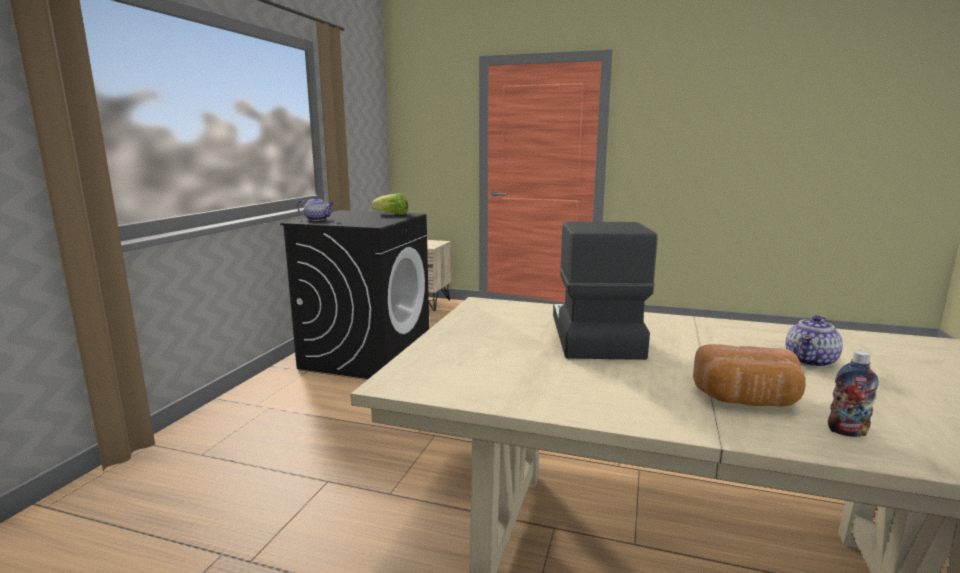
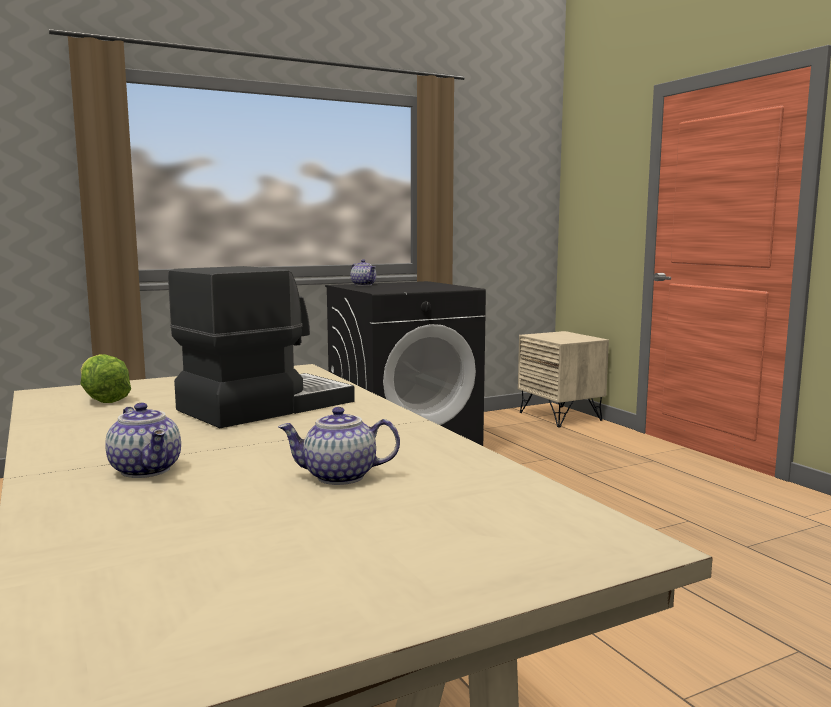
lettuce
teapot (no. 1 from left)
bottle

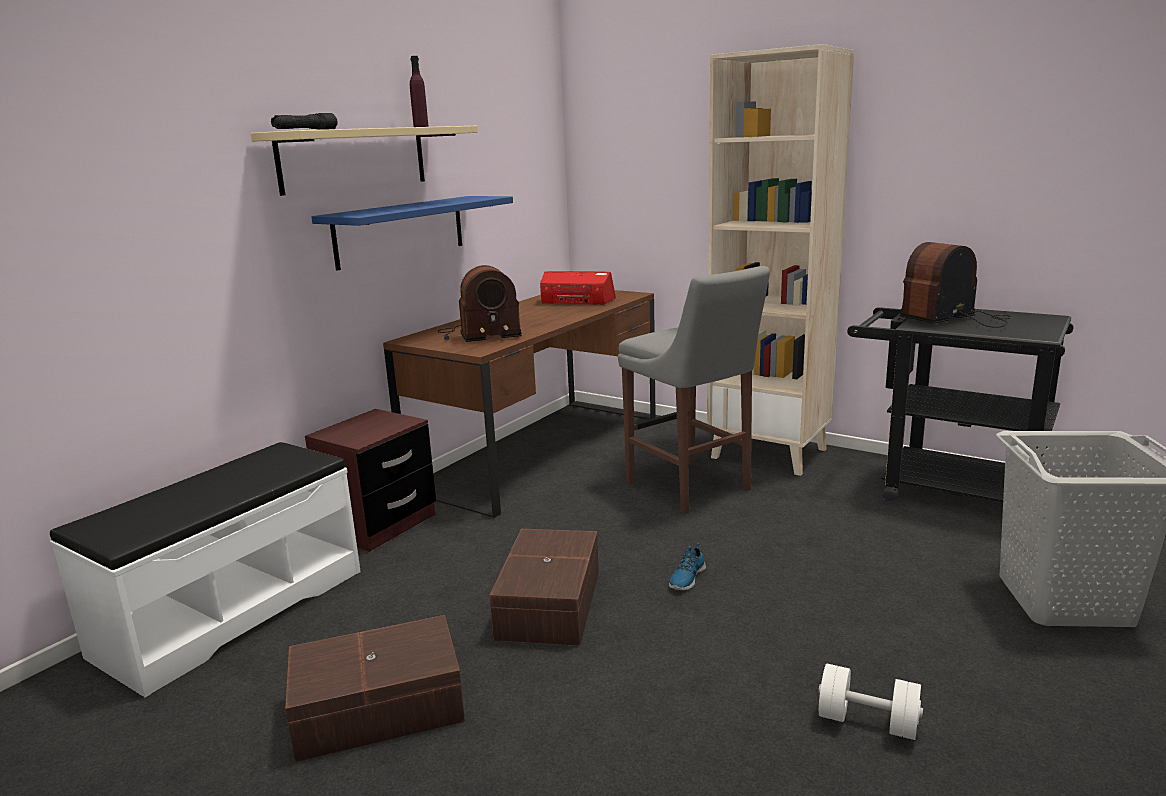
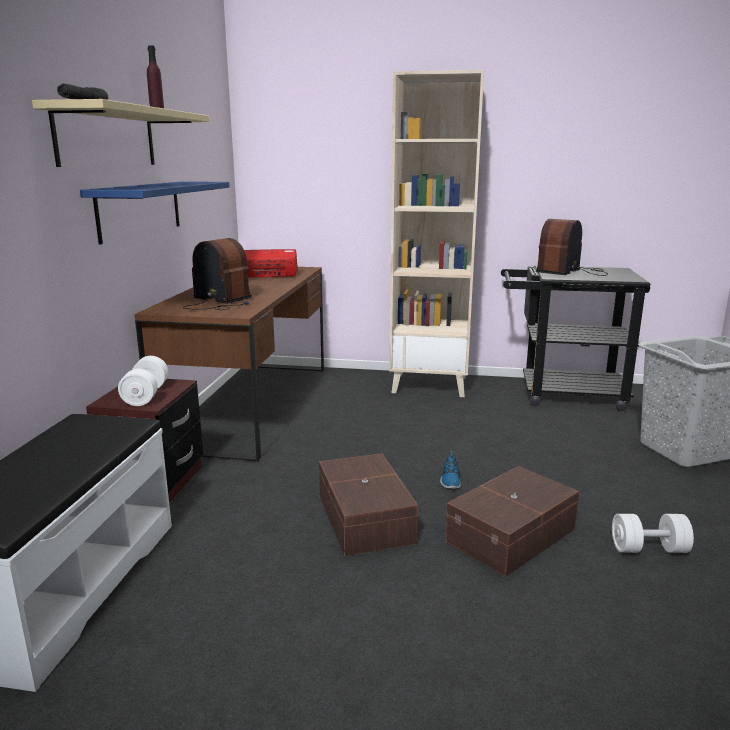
radio (no. 1 from left)
stool (grey)
storage box (brown) (no. 2 from left)
dumbbell (white) (no. 1 from left)

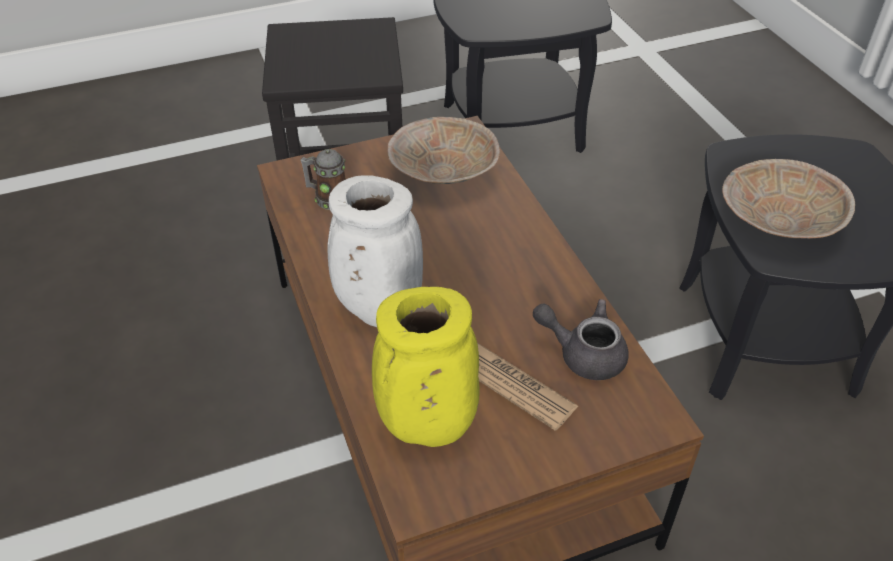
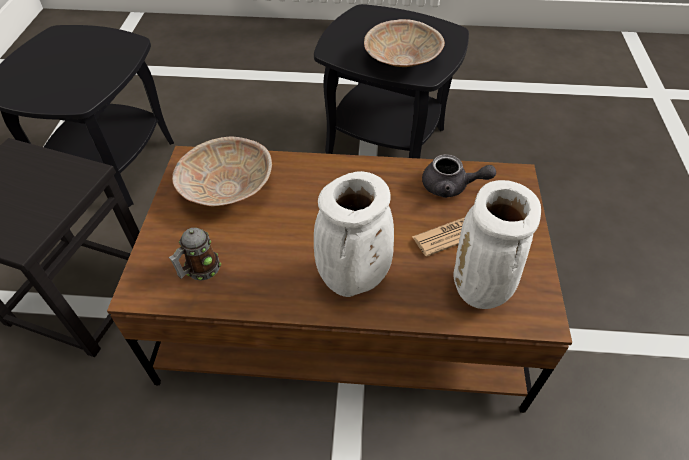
vase (white) (no. 2 from left)
teapot (grey)

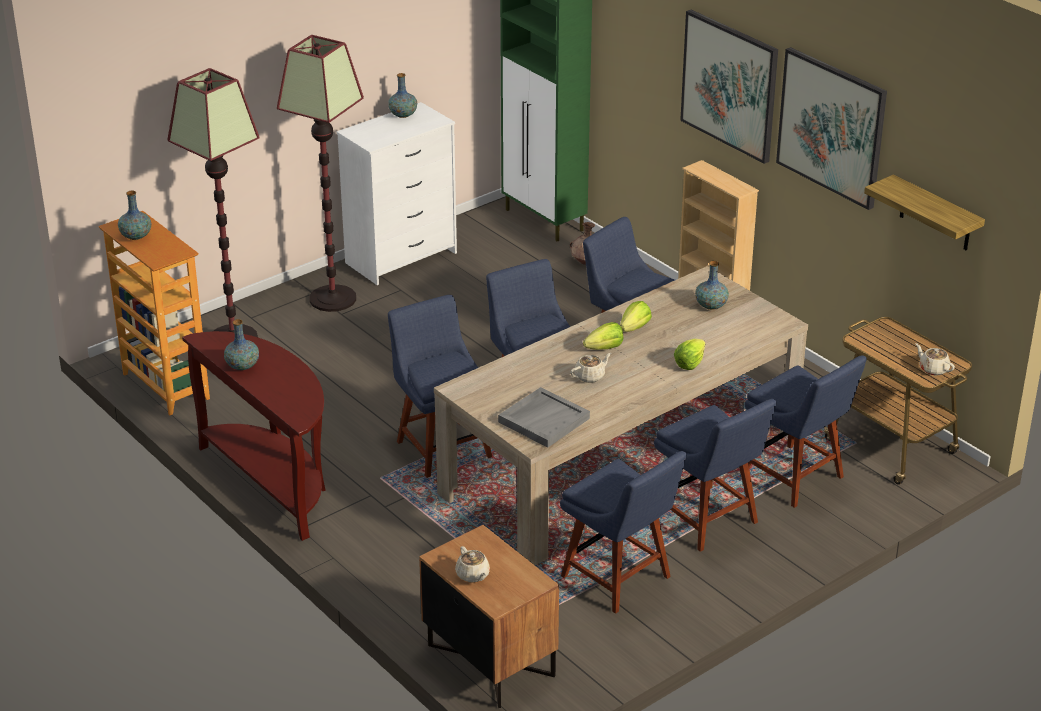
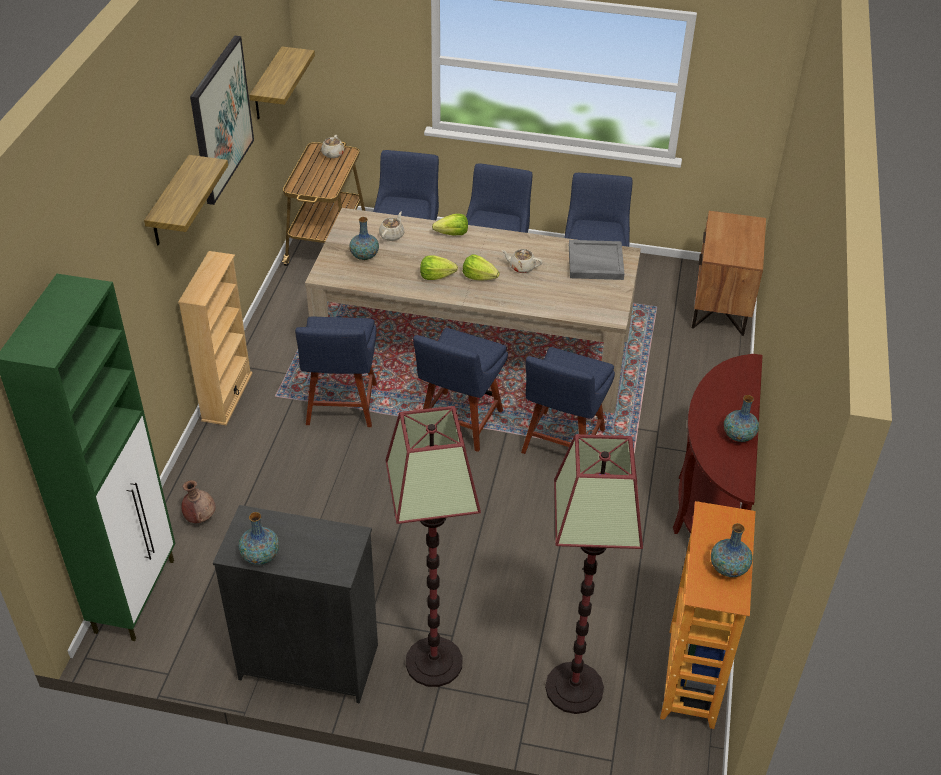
shelf (no. 1 from left)
dresser (black)
teapot (beige) (no. 2 from left)

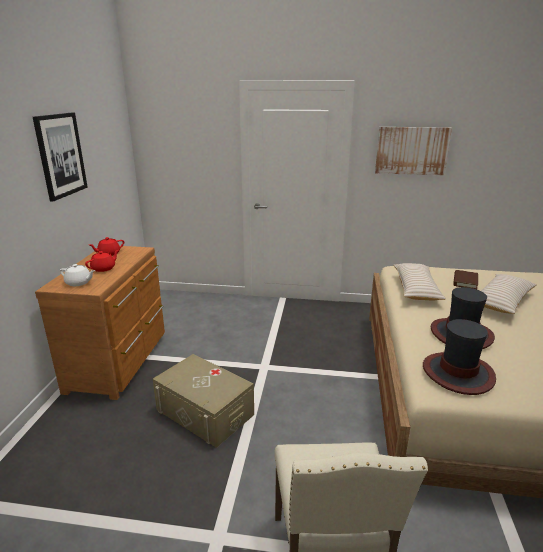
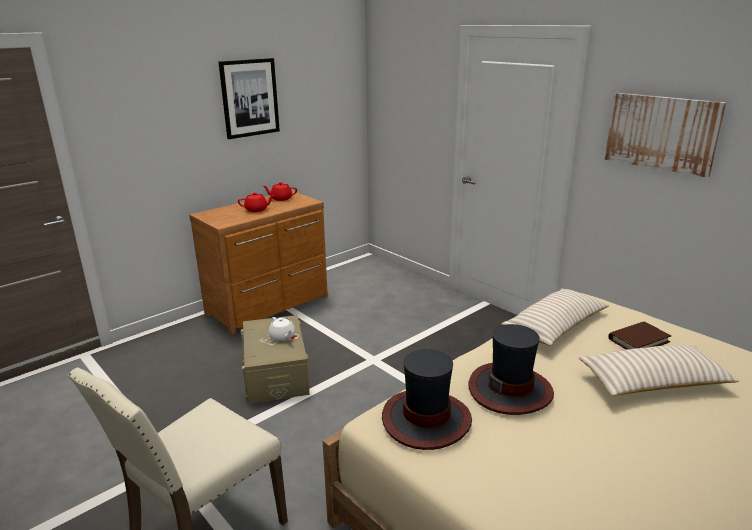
teapot (white)

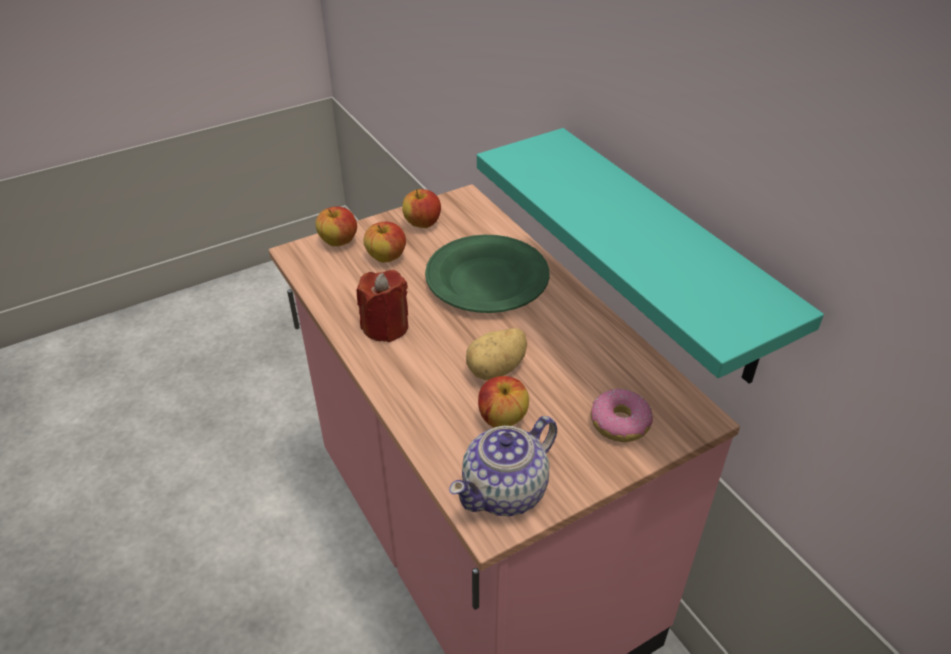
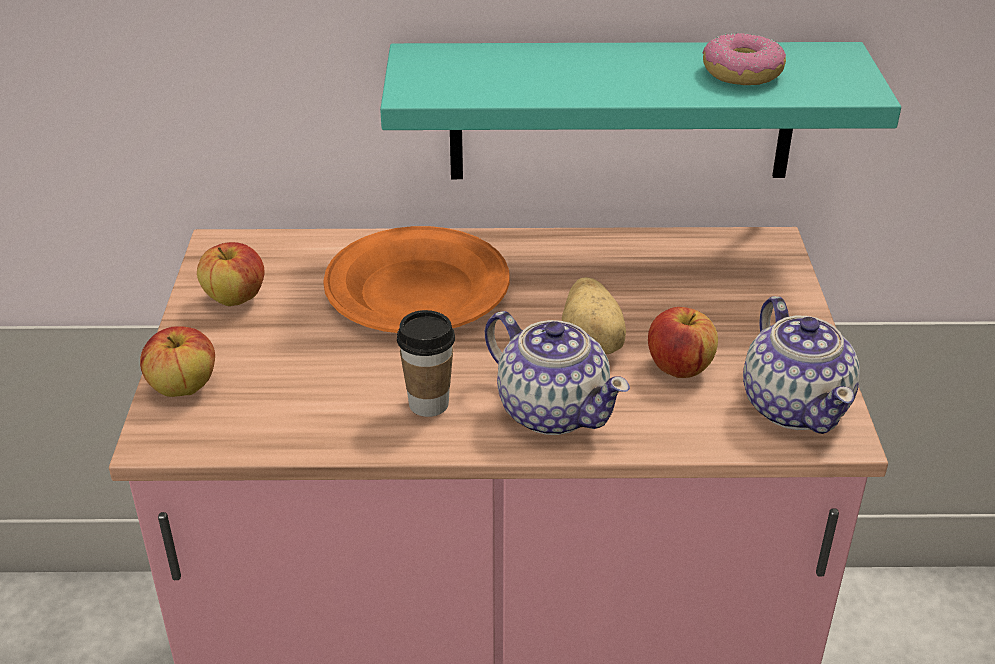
apple (no. 2 from left in the first image)
plate (orange)
cup
donut
teapot (no. 1 from left)

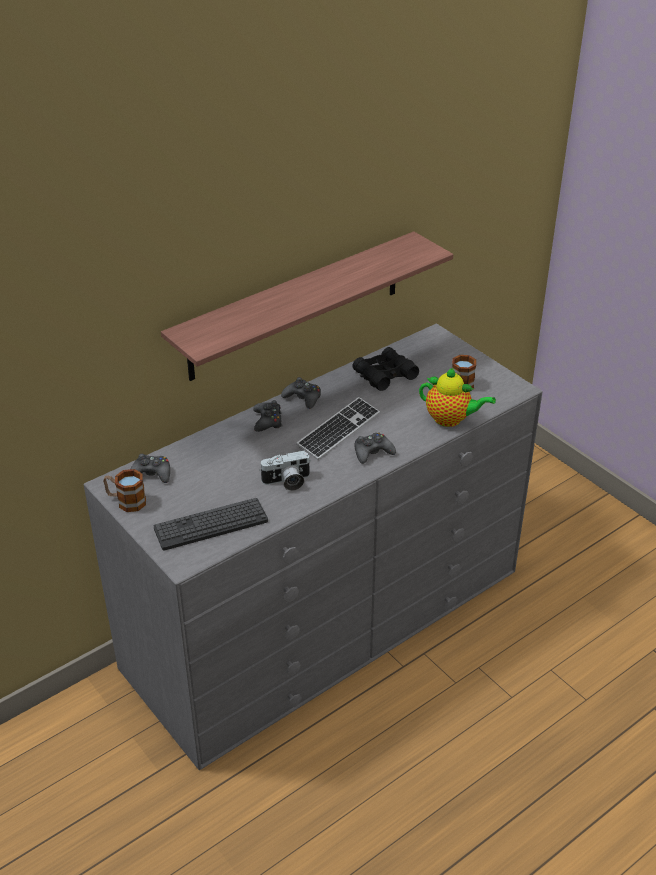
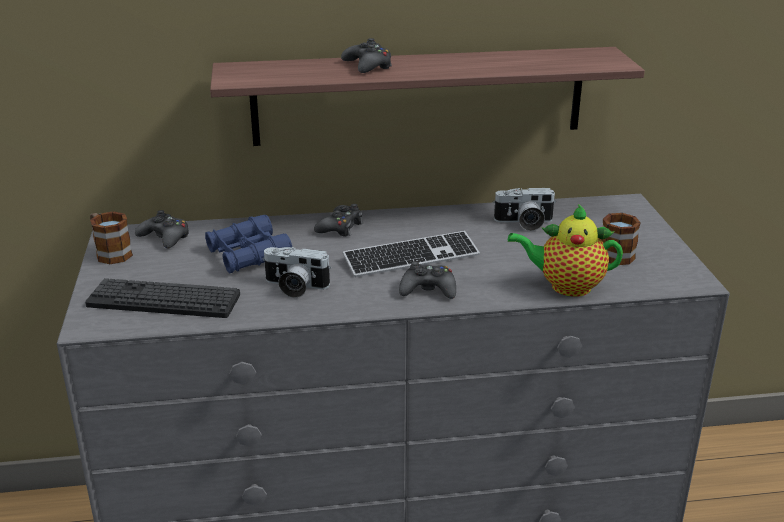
photo camera (no. 2 from left)
teapot
game controller (black) (no. 3 from left)
binoculars (blue)

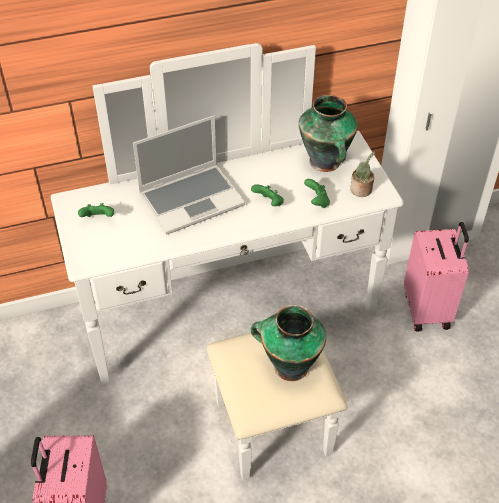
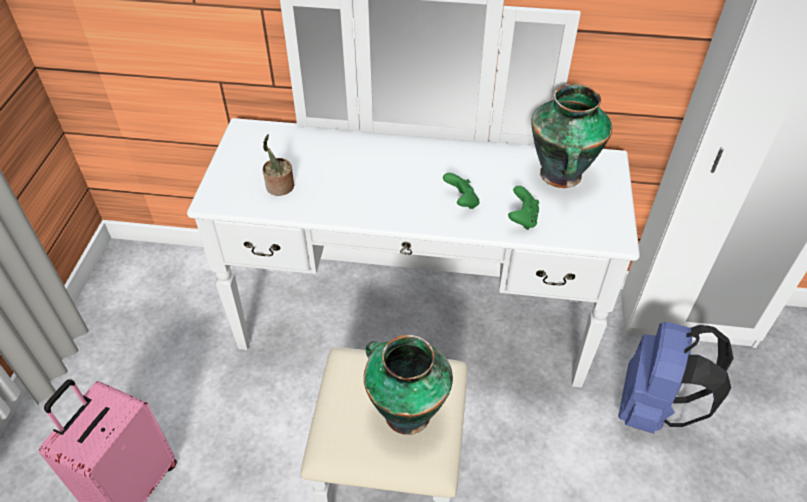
laptop
potted plant
game controller (green) (no. 1 from left in the first image)
backpack (blue)

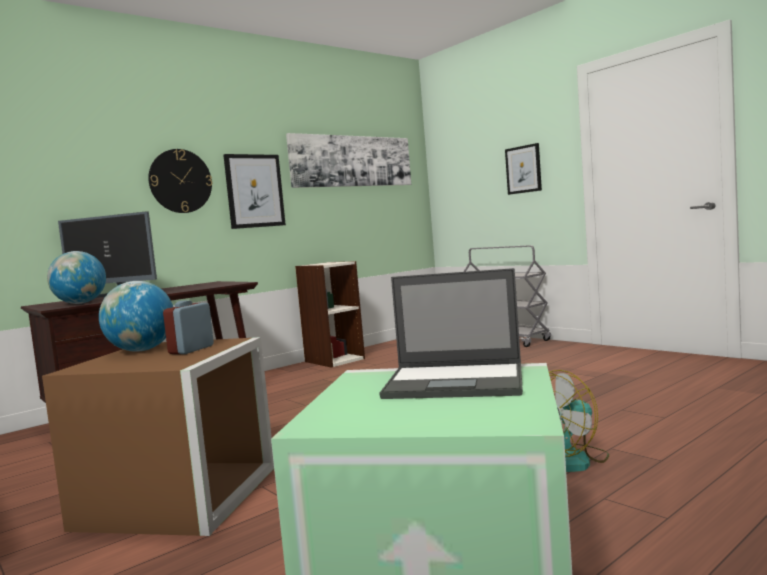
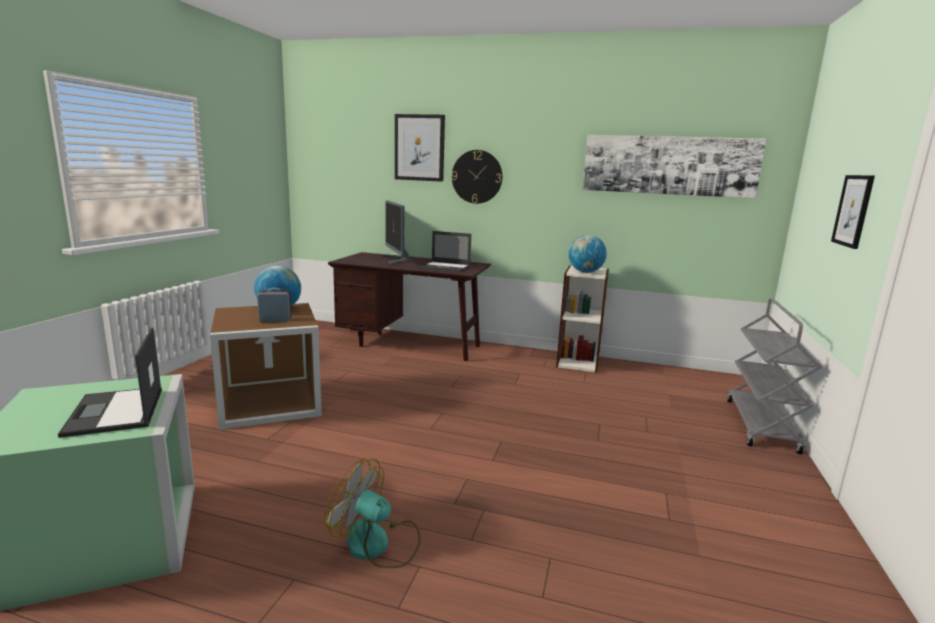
picture (no. 1 from left)
globe (no. 2 from left)
laptop (no. 2 from left)

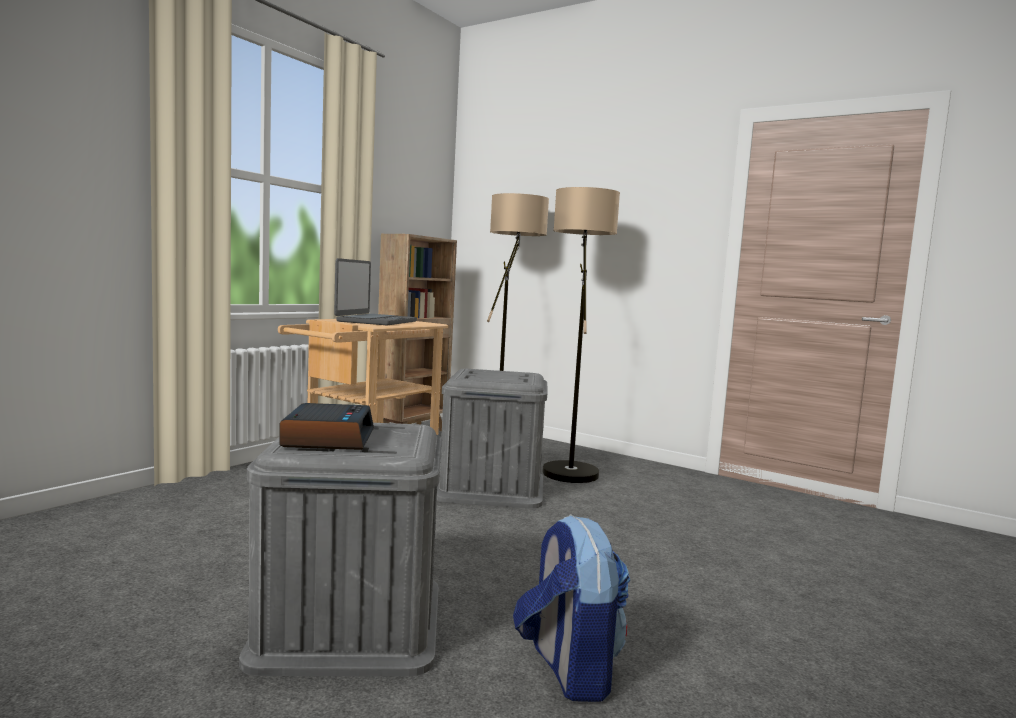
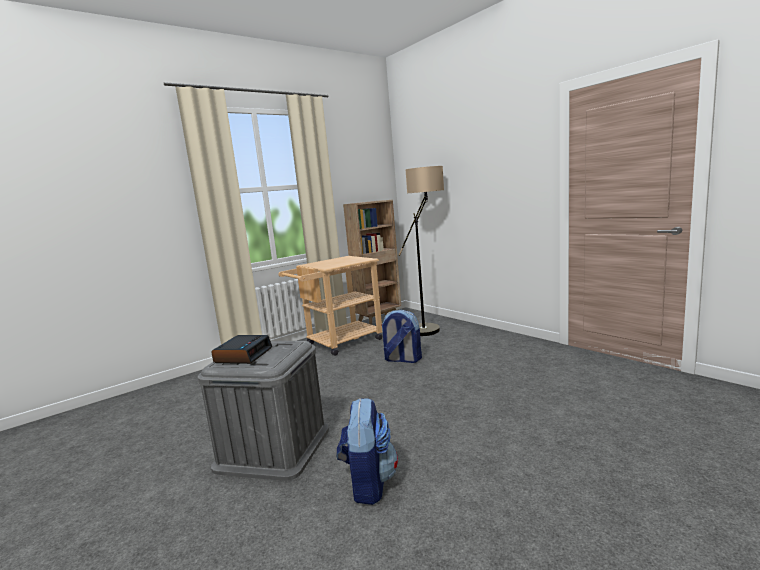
floor lamp (no. 2 from left in the first image)
laptop
backpack (no. 2 from left)

